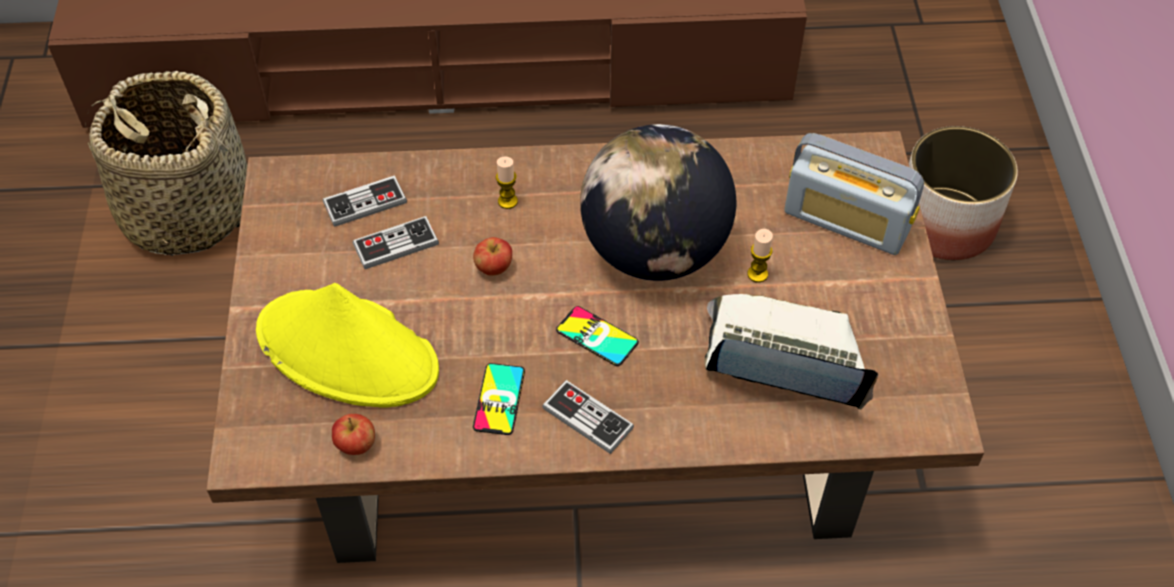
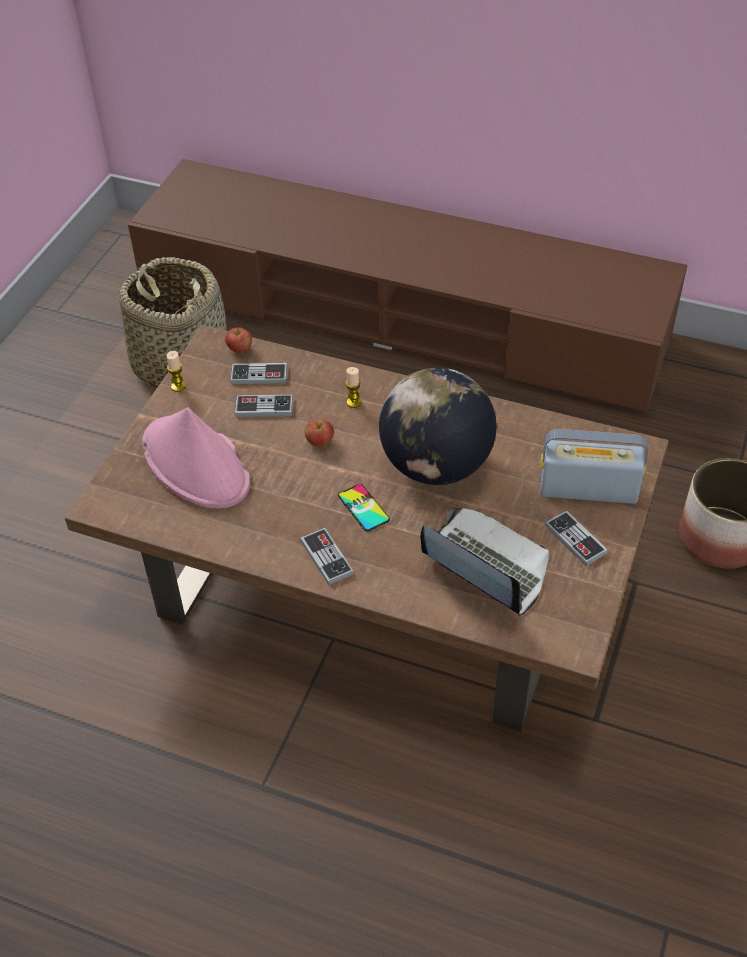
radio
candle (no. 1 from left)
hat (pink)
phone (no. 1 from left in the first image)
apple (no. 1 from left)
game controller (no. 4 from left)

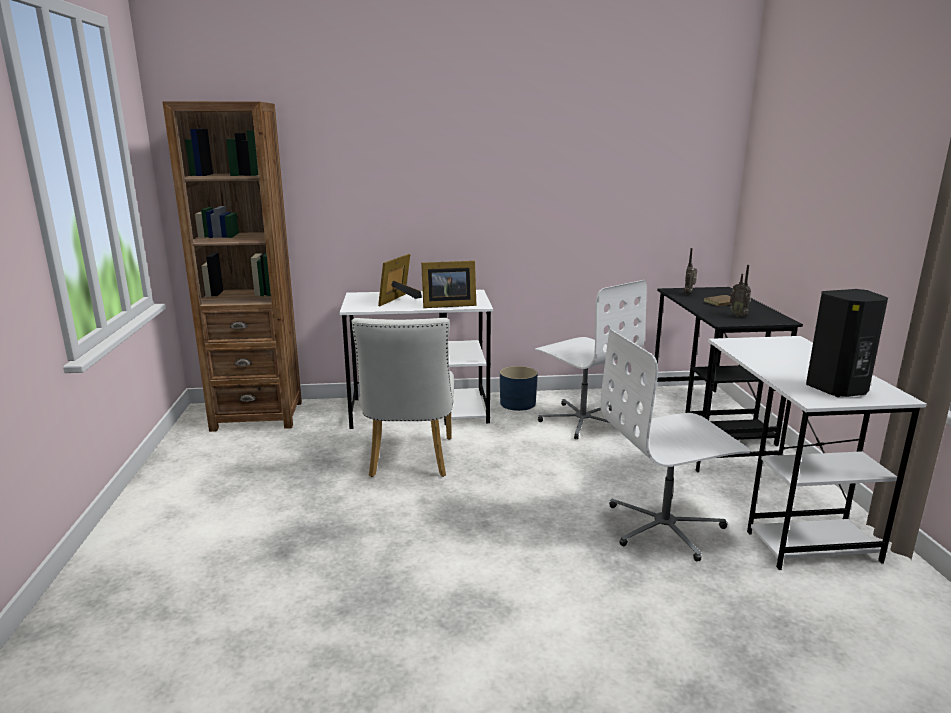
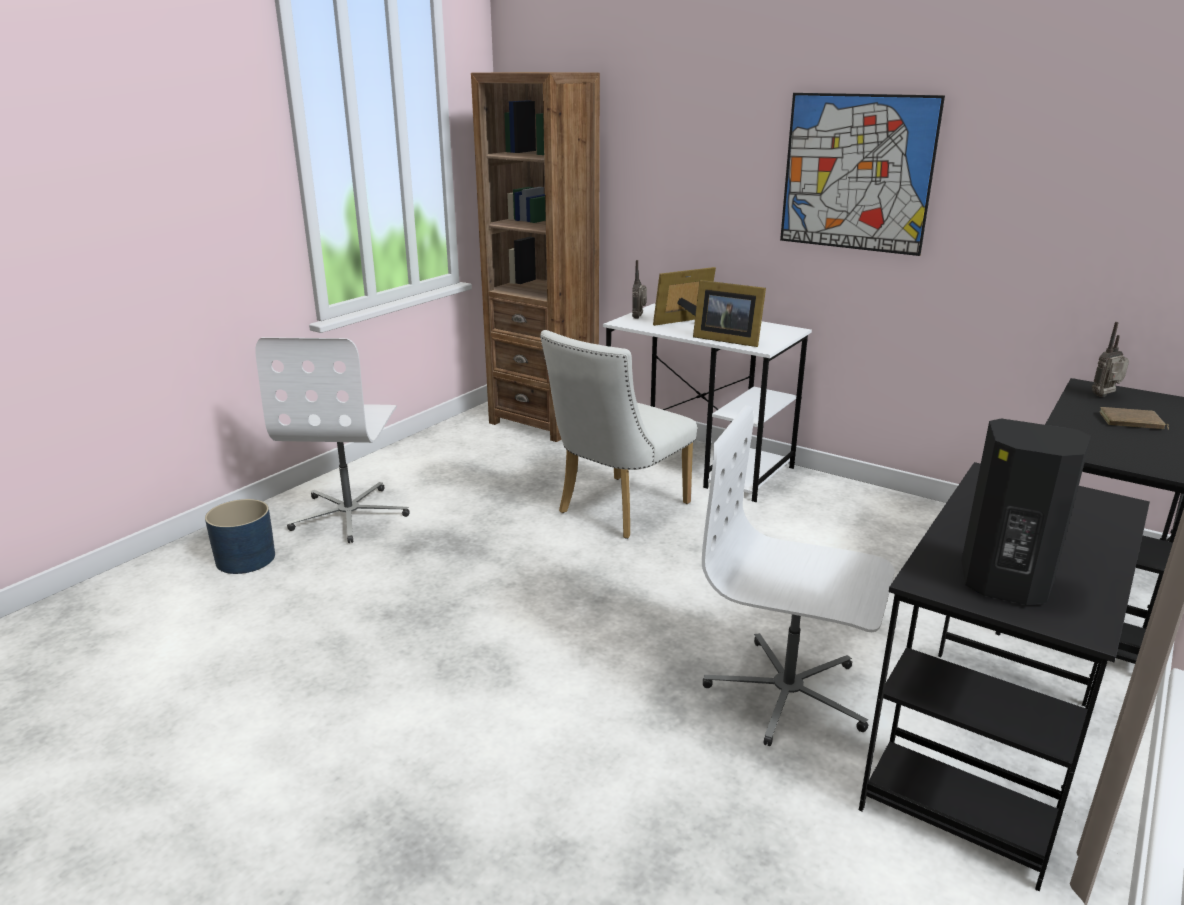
radio (no. 1 from left)
office chair (white) (no. 1 from left)
desk (black) (no. 1 from left)
planter (blue)
picture

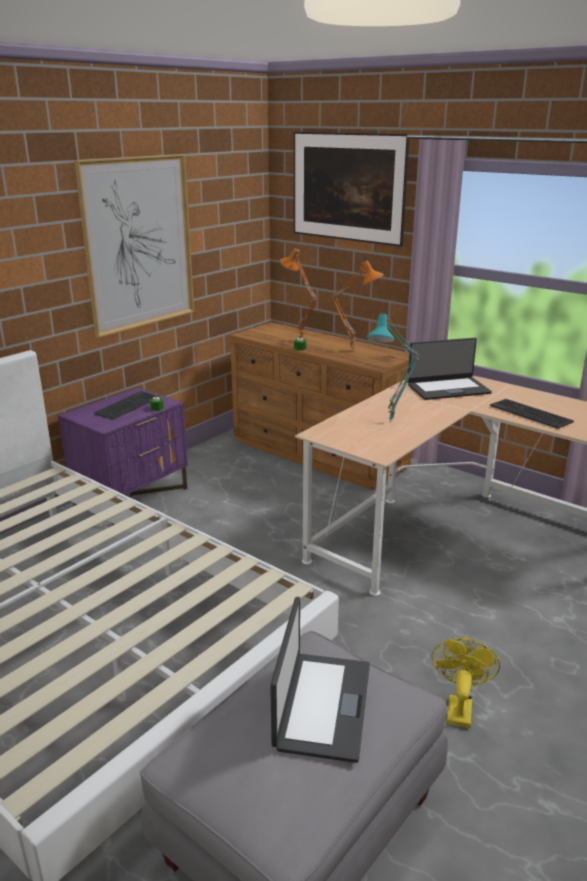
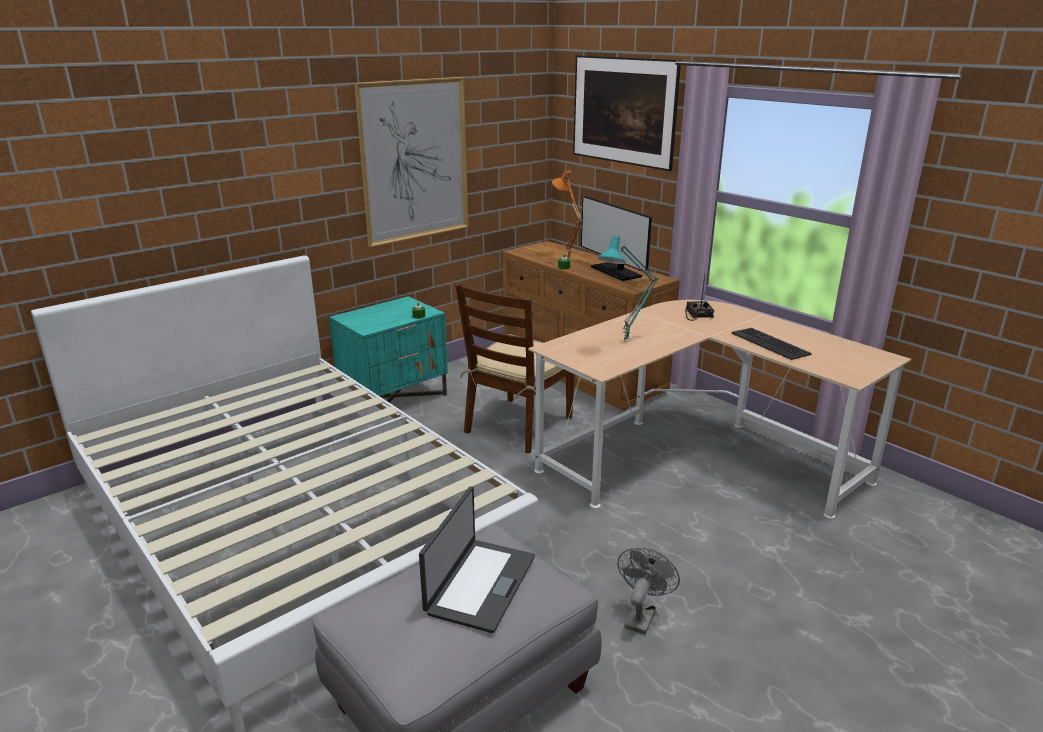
monitor
radio
nightstand (turquoise)
keyboard (no. 1 from left in the first image)
fan (grey)
chair (brown)

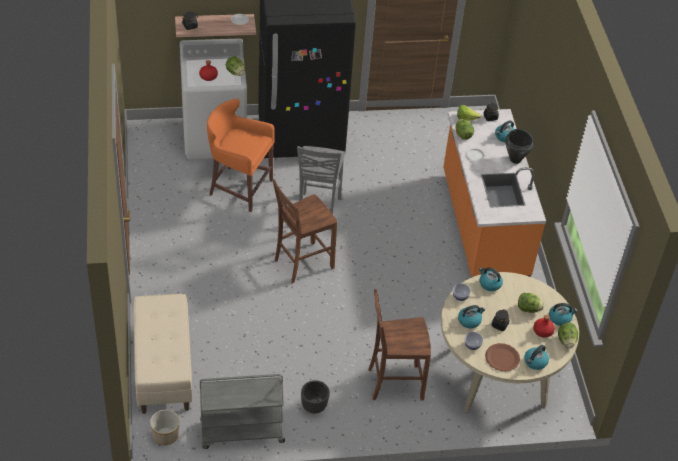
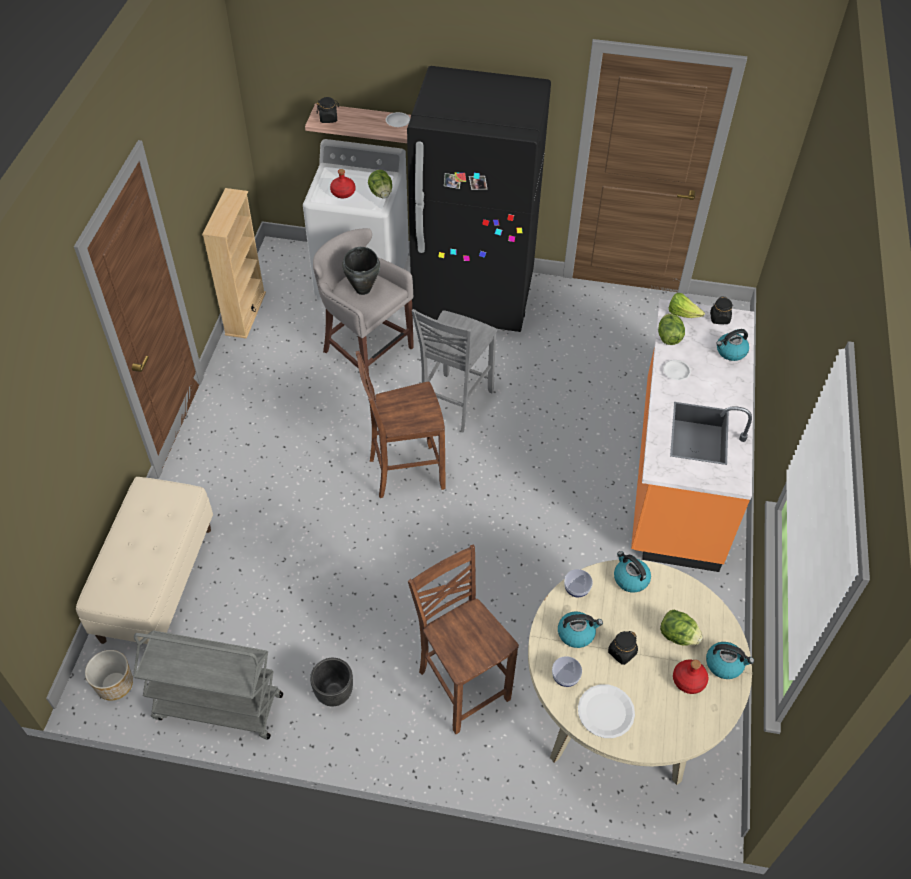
stool (grey)
cooking pot (black)
chair (brown) (no. 2 from left)
lettuce (no. 5 from left in the first image)
plate (white) (no. 2 from left)
kettle (no. 4 from left in the first image)
bookcase (beige)

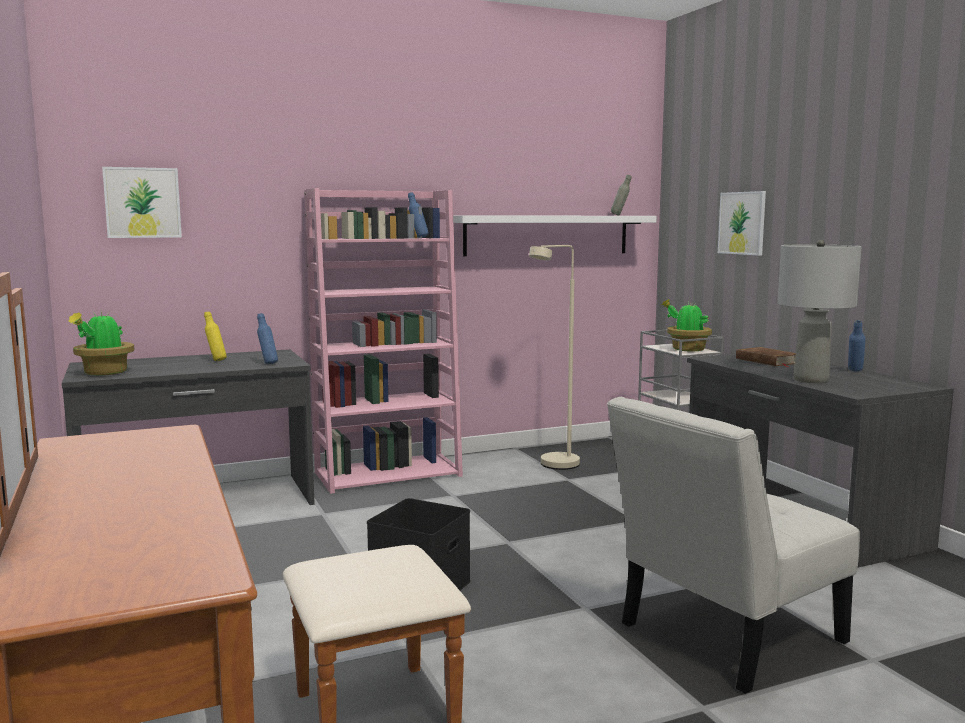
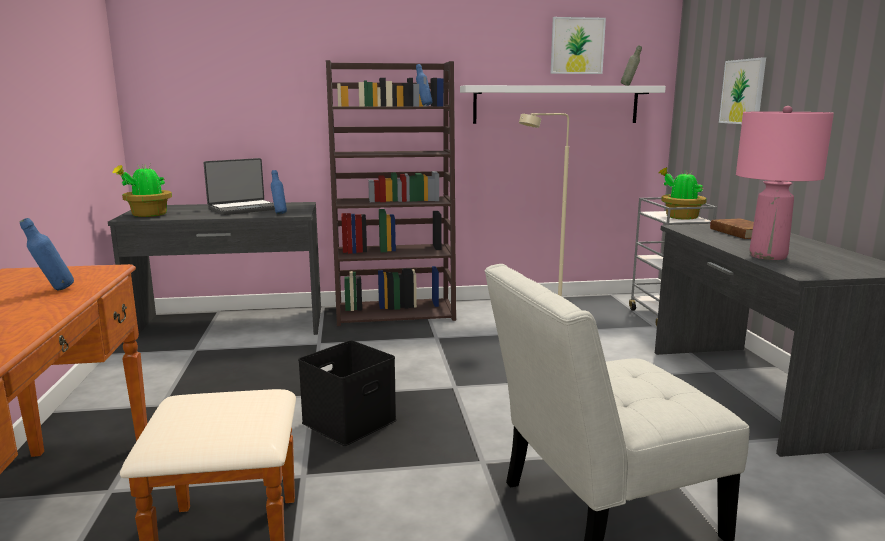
picture (no. 1 from left)
bookcase (brown)
table lamp (pink)
laptop
bottle (blue) (no. 1 from left)

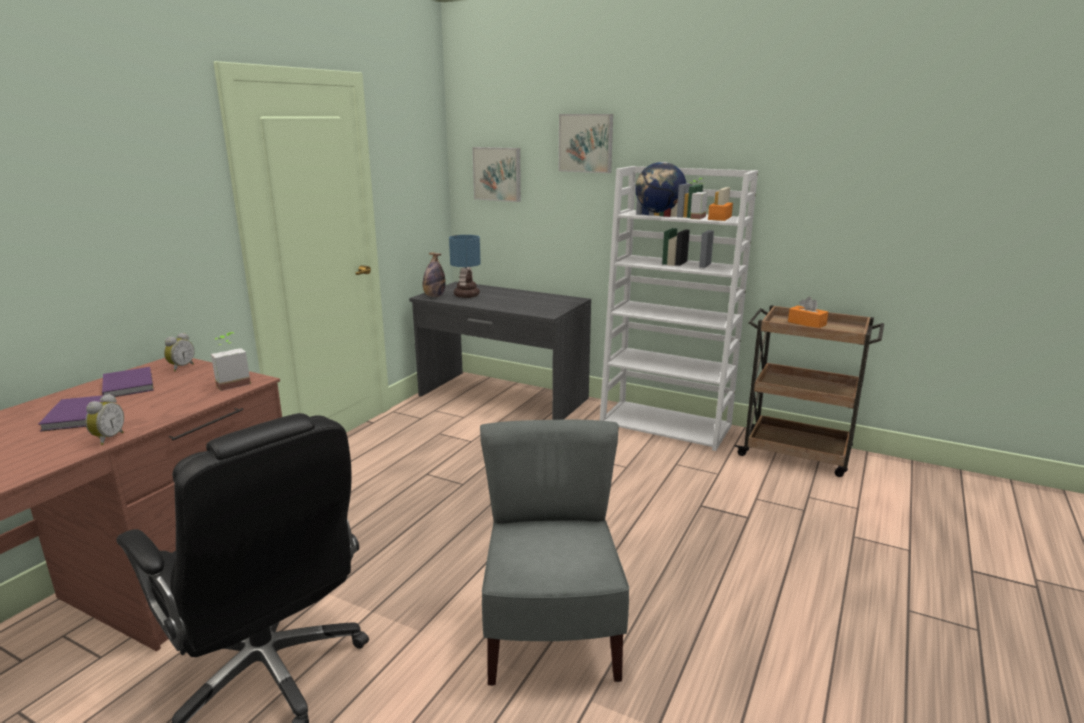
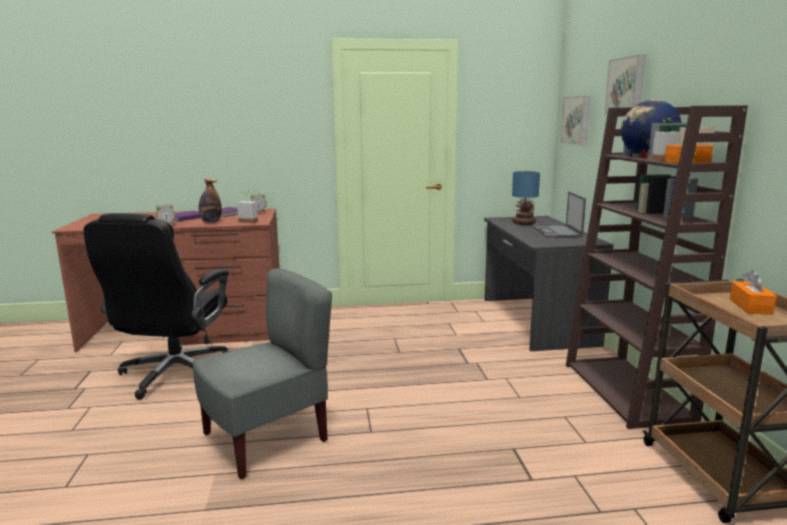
bookcase (brown)
bottle
laptop

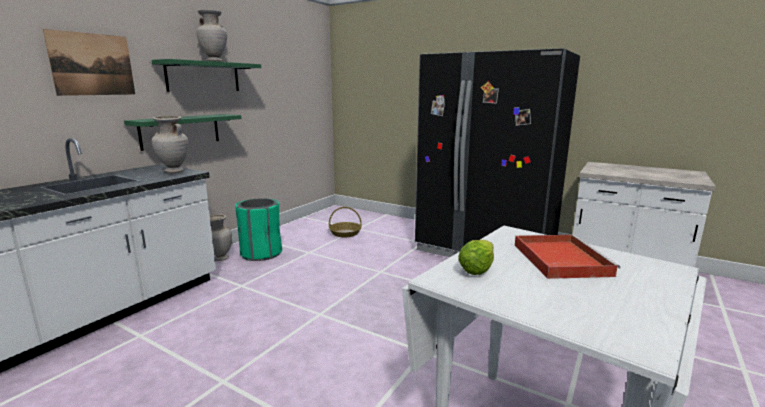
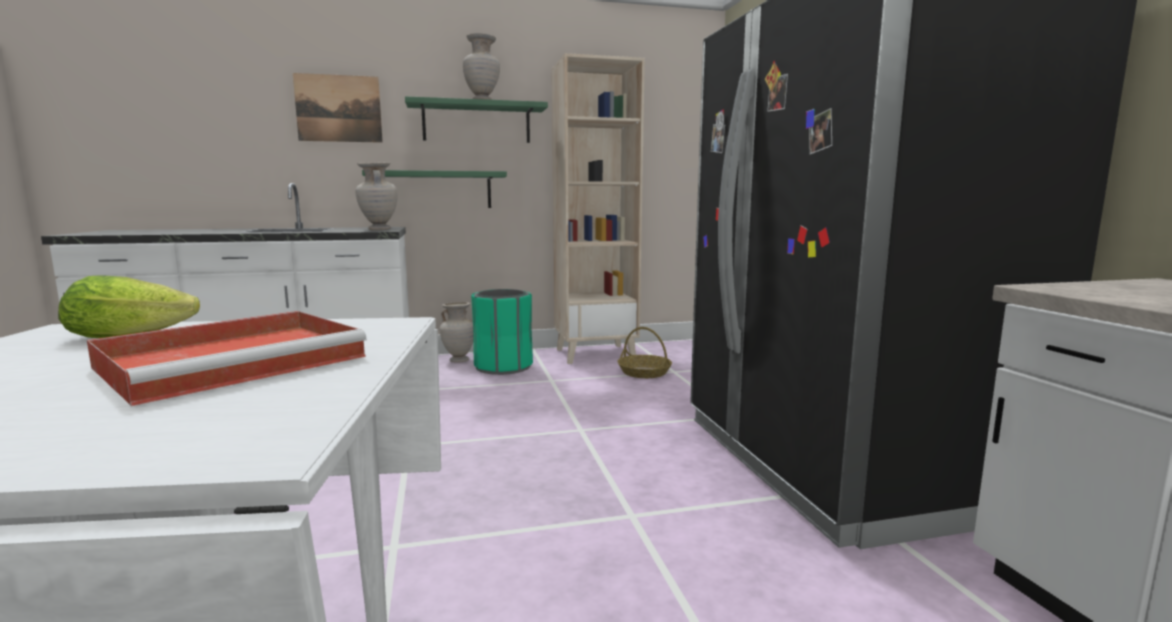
bookcase (beige)

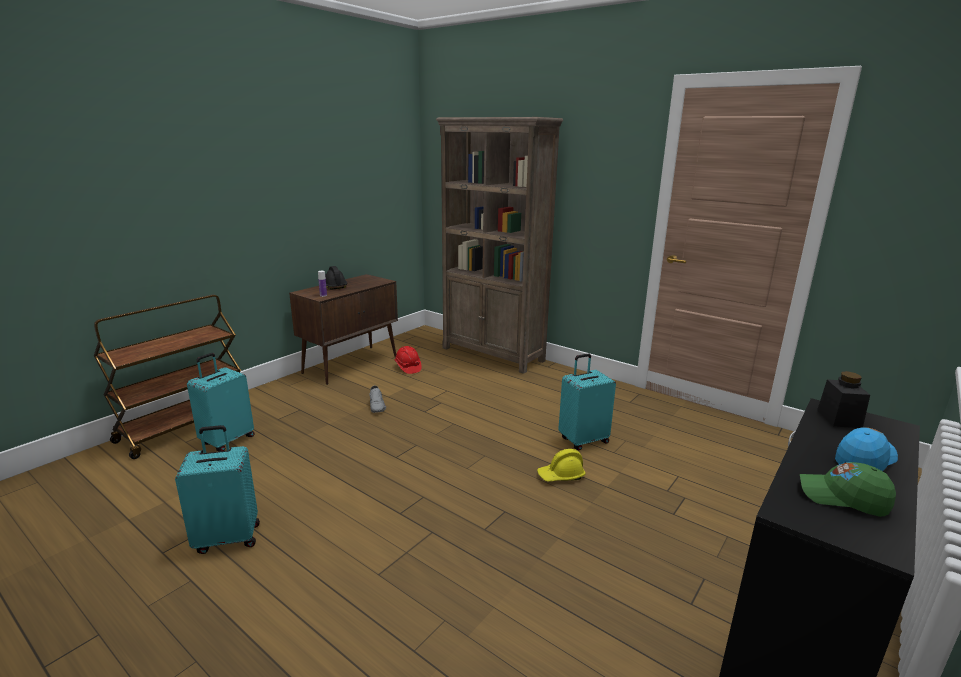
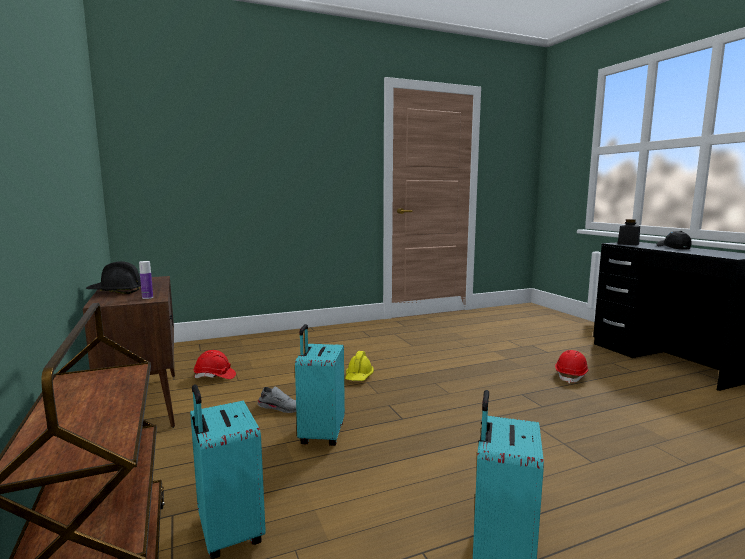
bookcase (brown)
suitcase (turquoise) (no. 2 from left)
cap (black)
hard hat (yellow)
cap (green)
hard hat (red) (no. 2 from left)

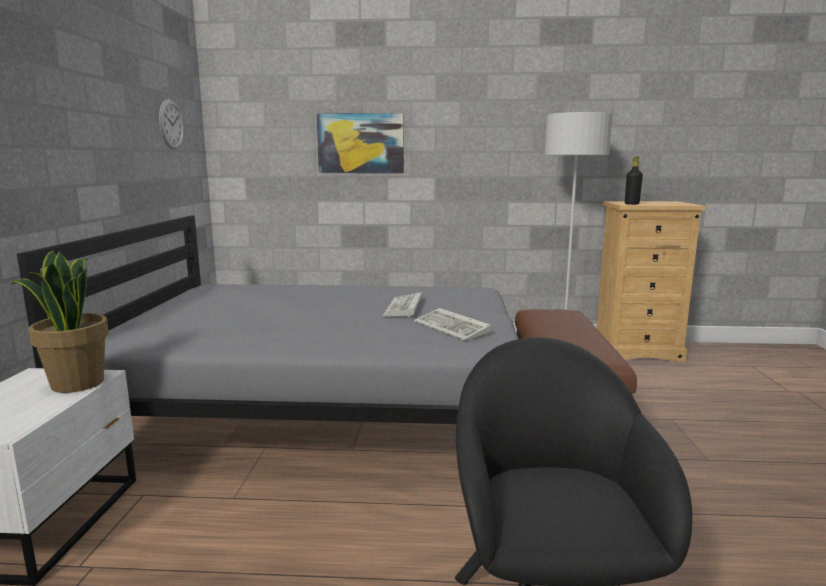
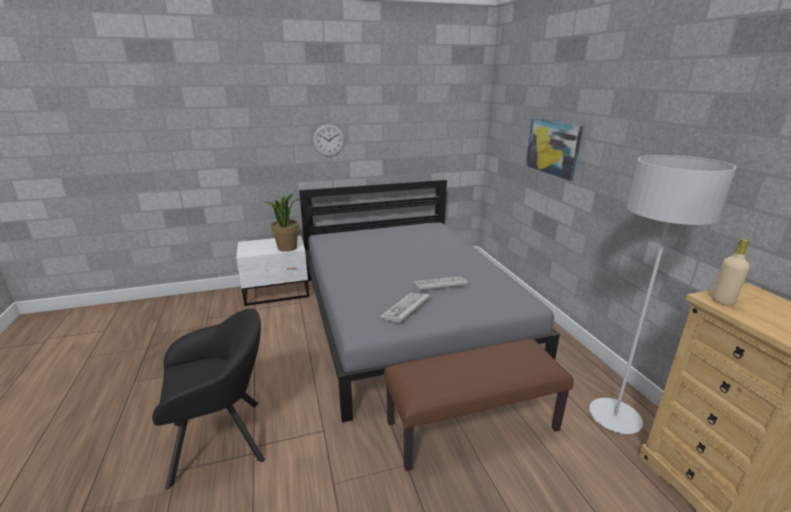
wall clock
bottle (beige)

